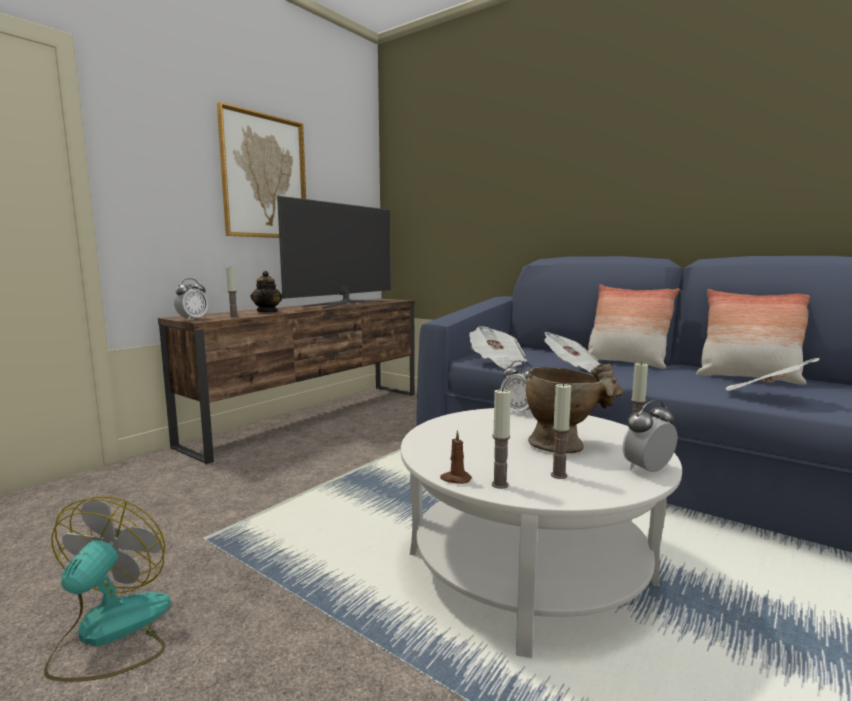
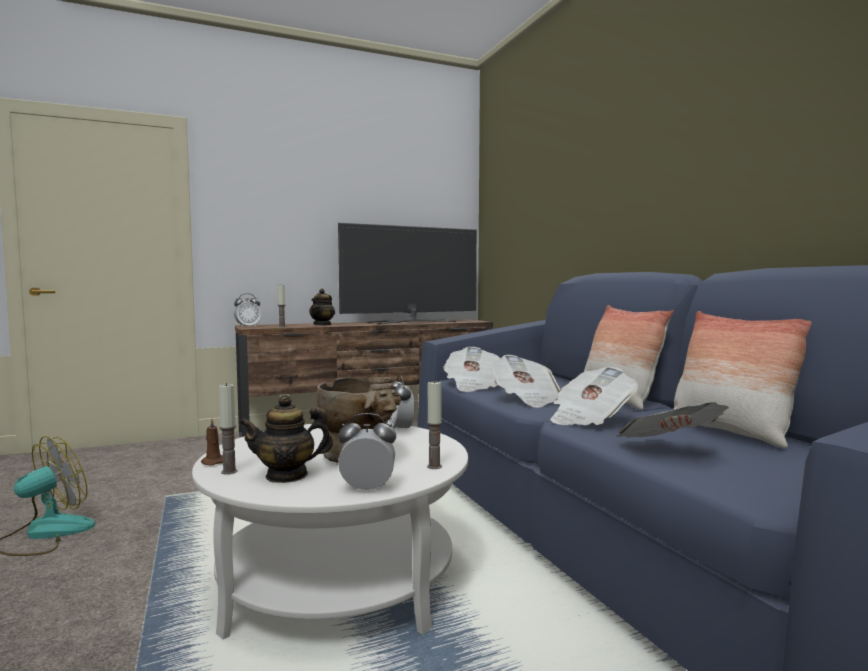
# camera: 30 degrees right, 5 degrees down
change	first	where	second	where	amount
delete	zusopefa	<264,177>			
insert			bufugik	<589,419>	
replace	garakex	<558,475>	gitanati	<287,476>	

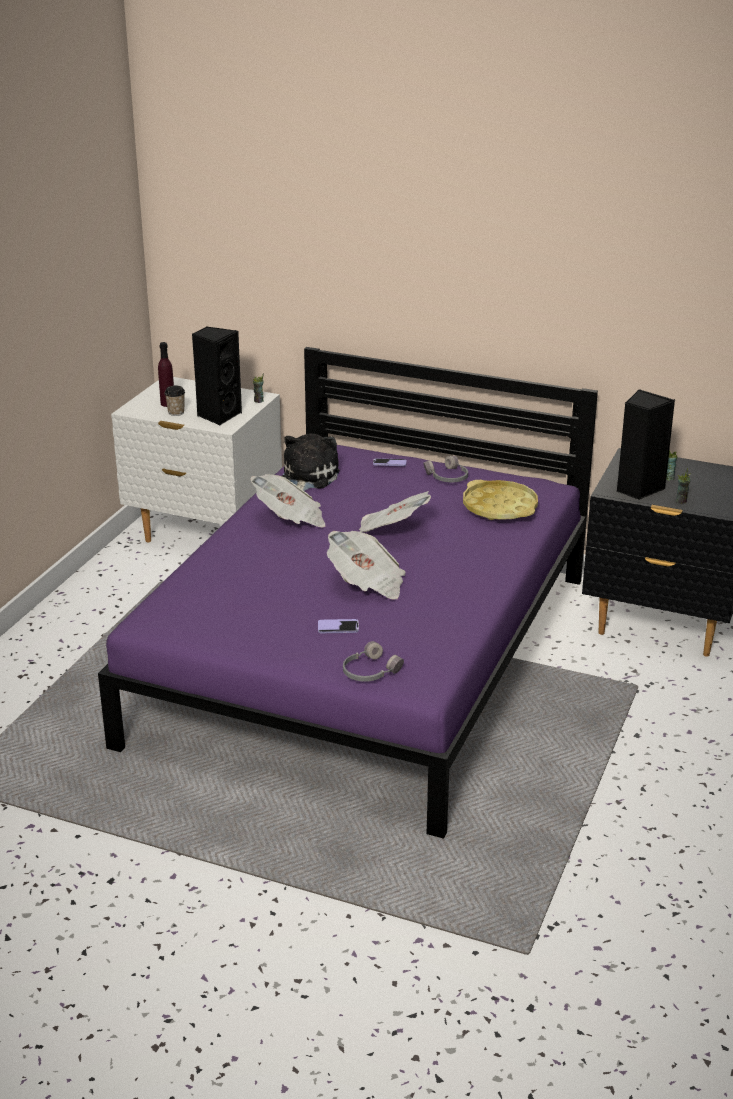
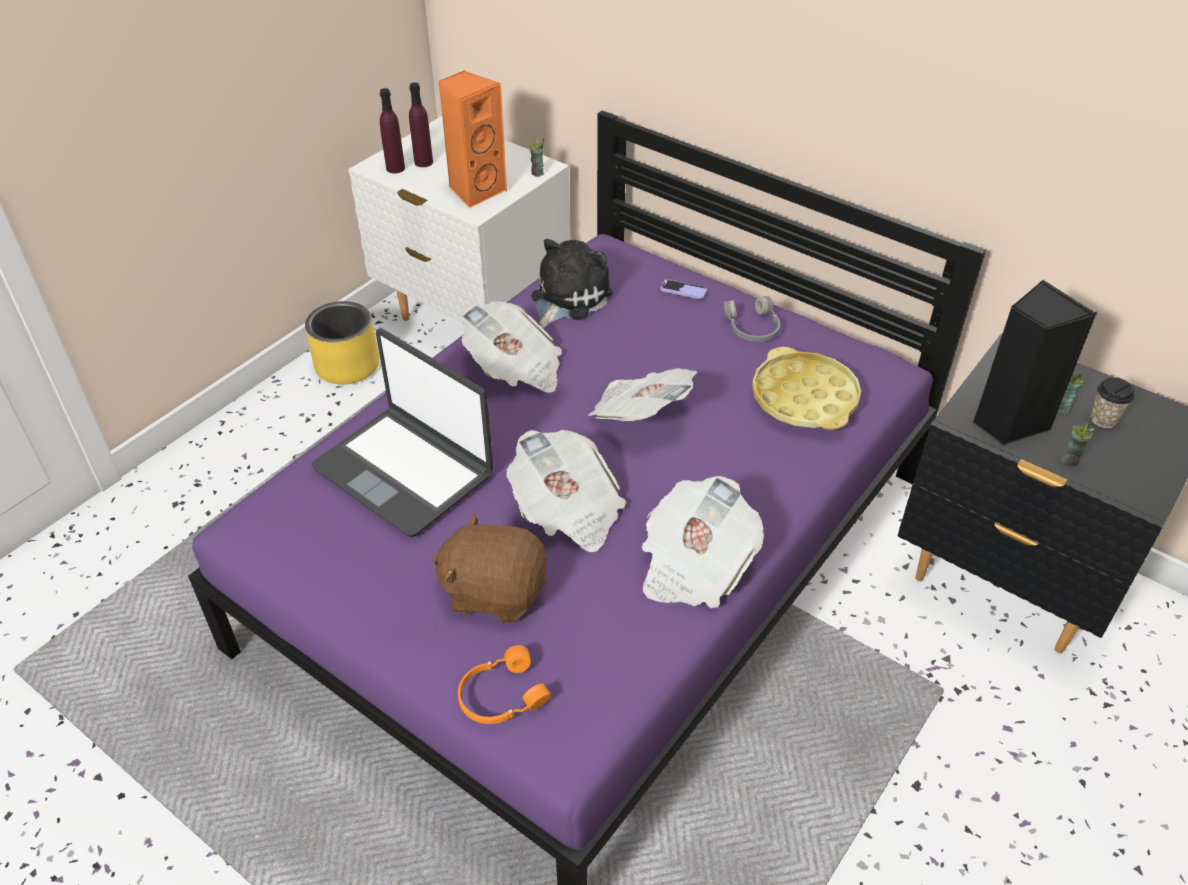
# camera: 15 degrees right, 15 degrees up
change	first	where	second	where	amount
insert			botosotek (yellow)	<348,365>	
insert			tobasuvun	<405,471>	
insert			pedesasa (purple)	<395,168>	
insert			bufugik	<693,565>	
move	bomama	<176,412>		<1103,419>	
replace	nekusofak	<338,627>	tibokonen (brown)	<494,591>	
recolor	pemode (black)	<218,415>	pemode (orange)	<476,191>	
recolor	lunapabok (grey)	<369,671>	lunapabok (orange)	<501,695>	

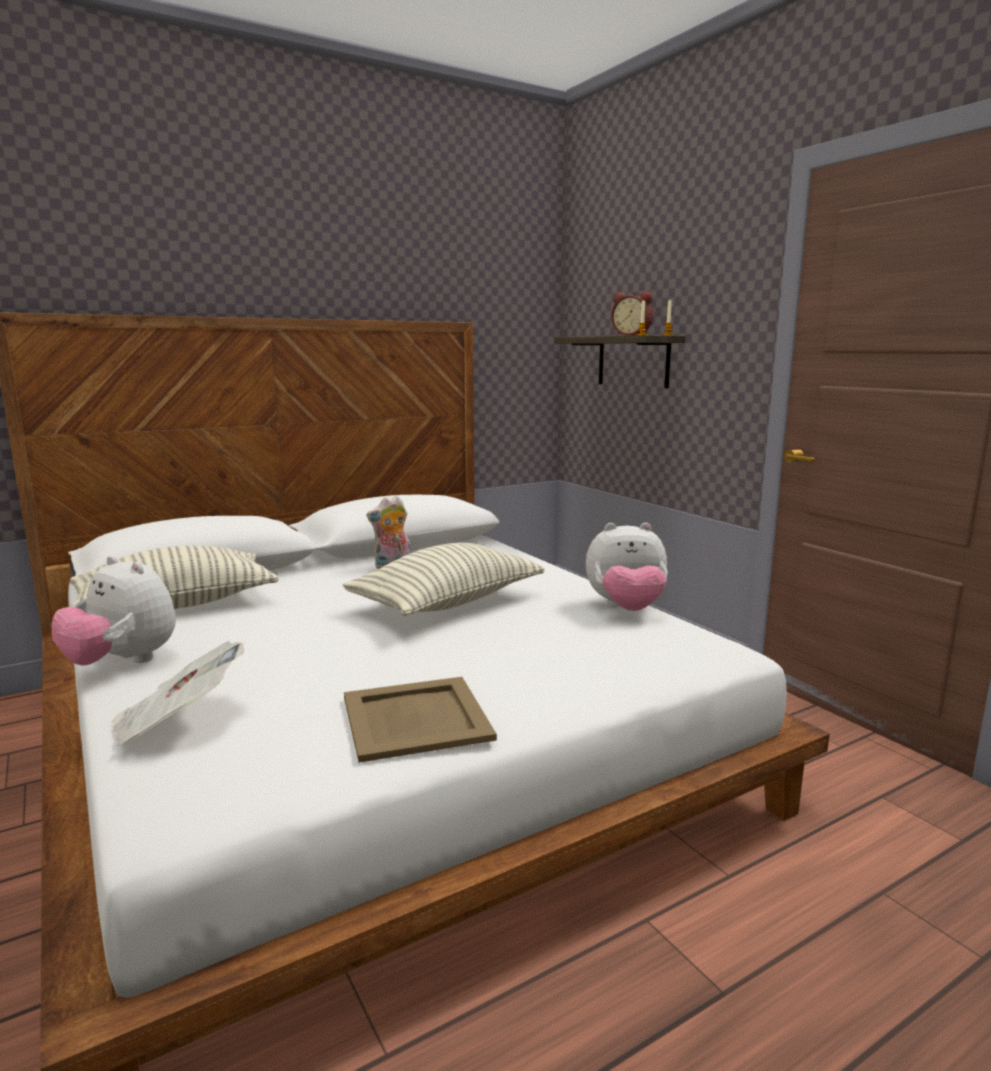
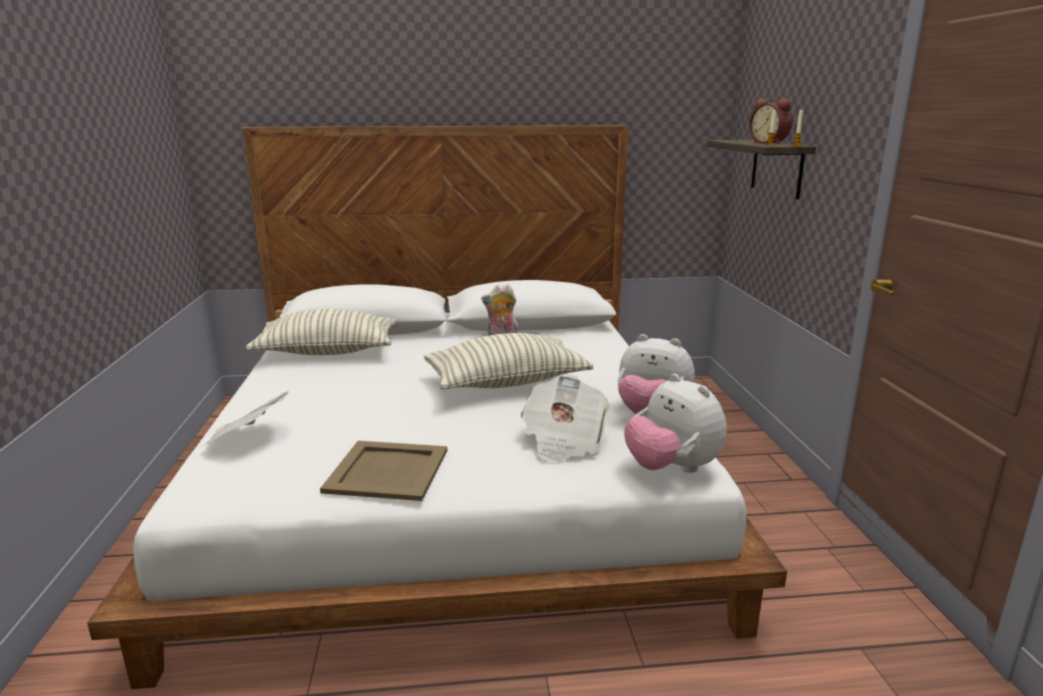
# camera: 25 degrees right, 5 degrees up
change	first	where	second	where	amount
insert			bufugik	<563,440>	
move	tibokonen	<122,662>		<672,468>	

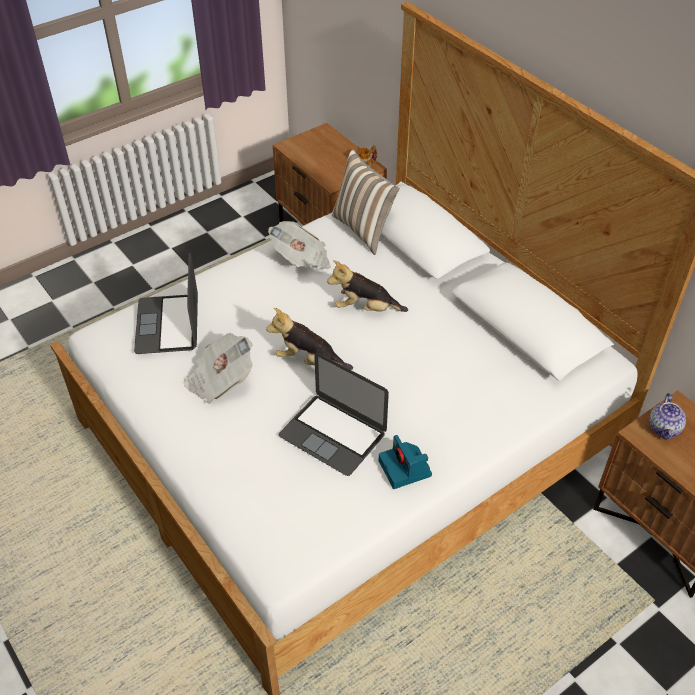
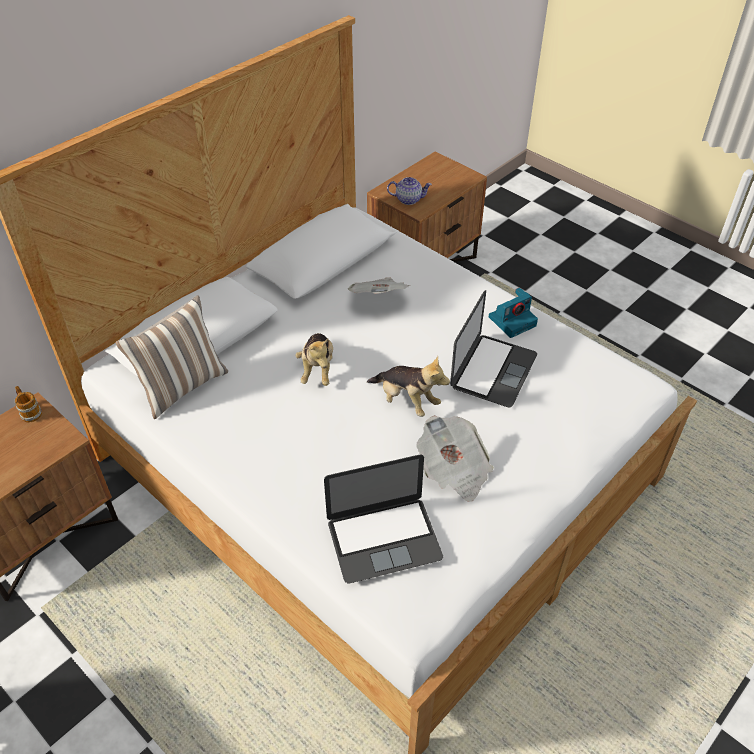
# camera: 100 degrees left, 0 degrees up
change	first	where	second	where	amount
move	bufugik	<301,259>		<379,298>	
rotate	tibokonen	<309,361>		<406,401>	60 degrees counterclockwise

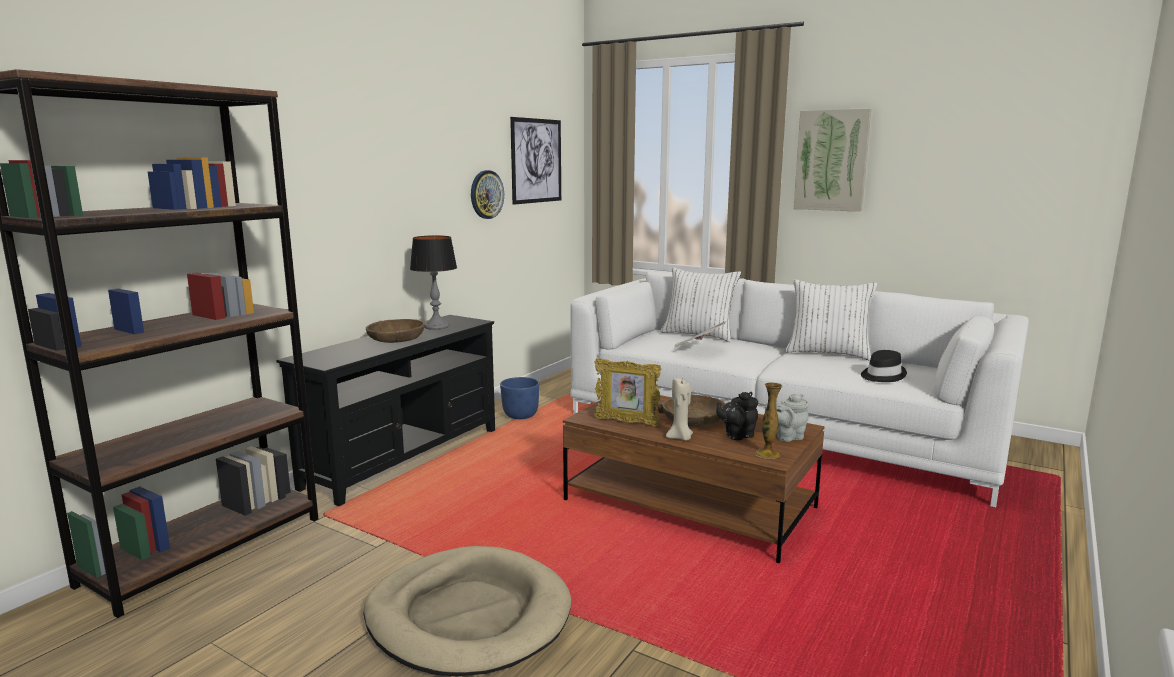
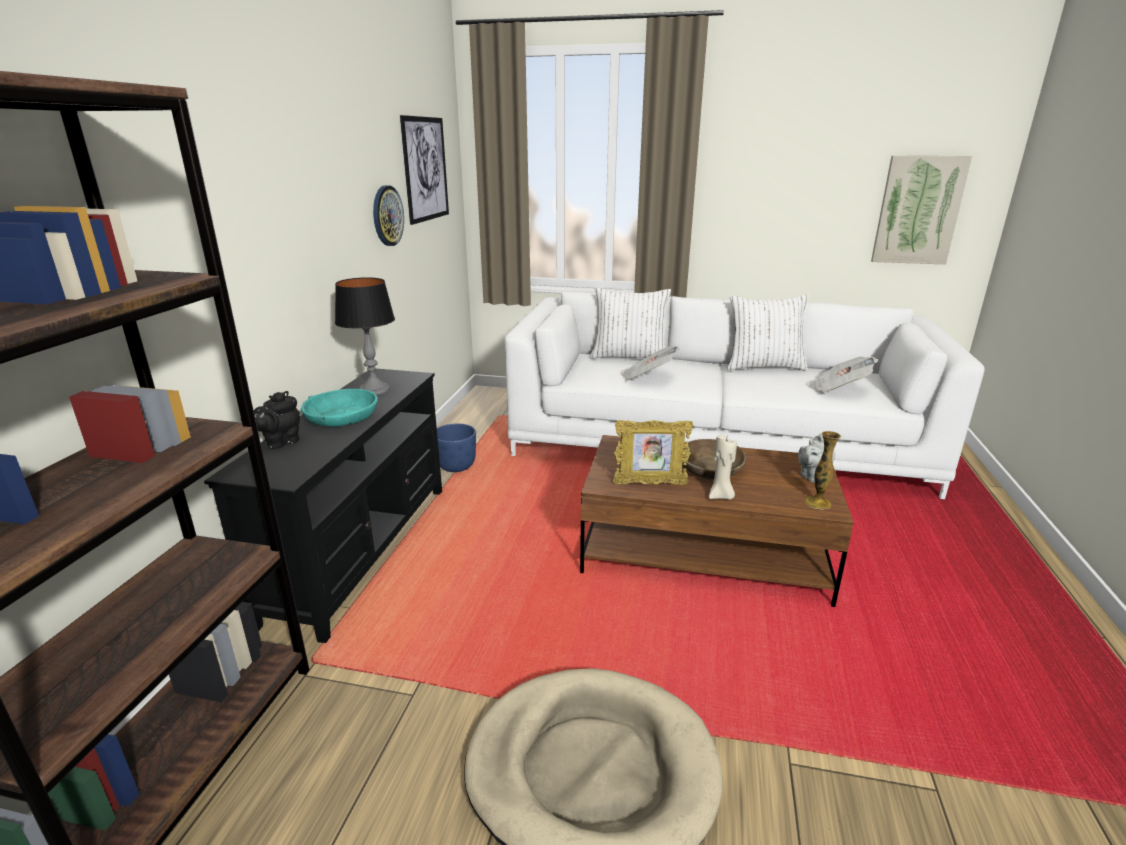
# camera: 20 degrees left, 10 degrees up
change	first	where	second	where	amount
move	gitanati (black)	<737,435>		<279,442>	
move	zusopefa	<831,160>		<918,210>	
replace	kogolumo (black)	<882,375>	bufugik	<837,389>	
recolor	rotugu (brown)	<395,339>	rotugu (turquoise)	<341,418>	

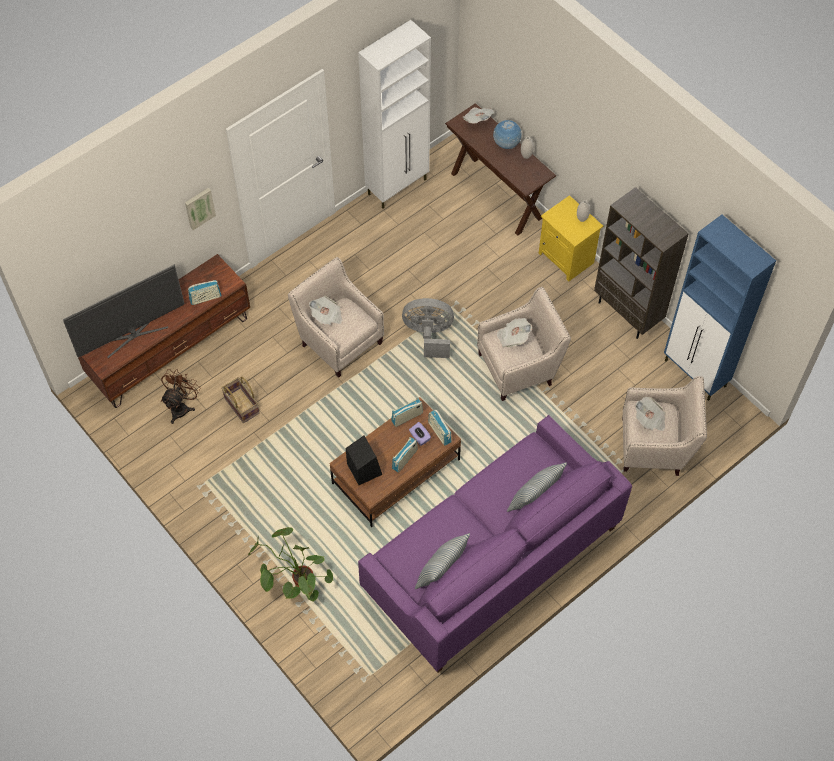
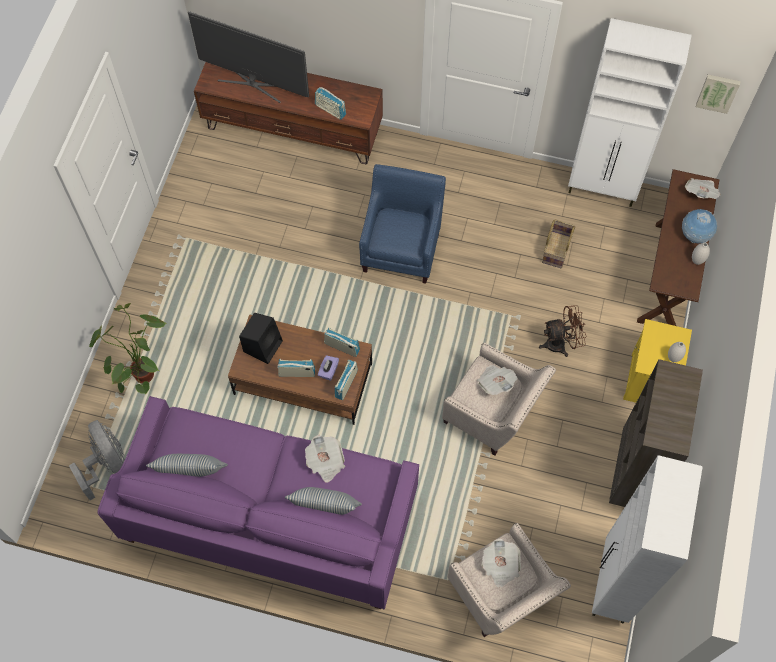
# camera: 55 degrees right, 5 degrees up
change	first	where	second	where	amount
move	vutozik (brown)	<181,407>		<560,343>	
move	zusopefa	<199,207>		<717,92>	
move	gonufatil	<241,406>		<556,249>	
move	bufugik	<327,316>		<325,462>	
move	vutozik (grey)	<429,335>		<107,464>	
recolor	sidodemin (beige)	<339,339>	sidodemin (blue)	<402,247>	
recolor	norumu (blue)	<695,374>	norumu (white)	<613,584>	

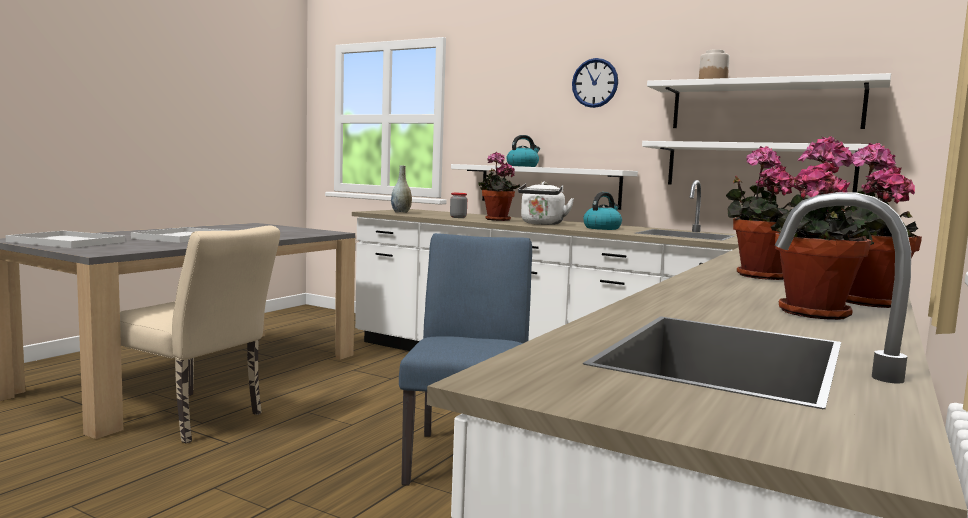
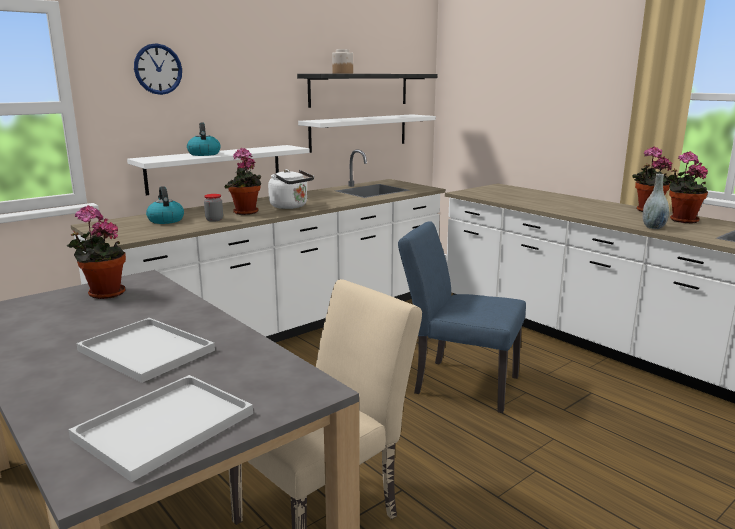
# camera: 70 degrees left, 10 degrees up
change	first	where	second	where	amount
move	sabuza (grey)	<401,212>		<653,227>	
move	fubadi	<595,83>		<158,69>	
move	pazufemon	<602,228>		<165,220>	
move	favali	<757,275>		<103,294>	
recolor	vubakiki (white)	<764,106>	vubakiki (black)	<359,89>	

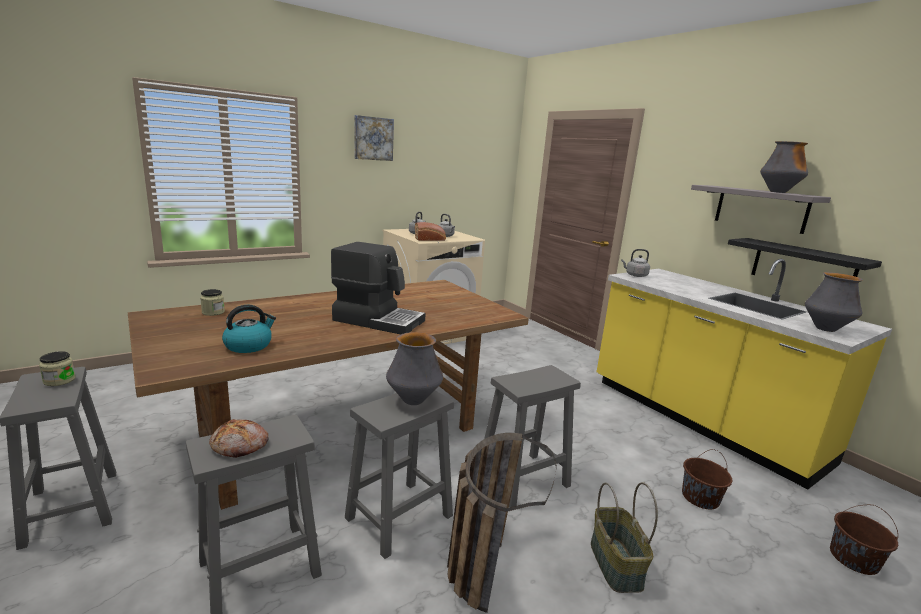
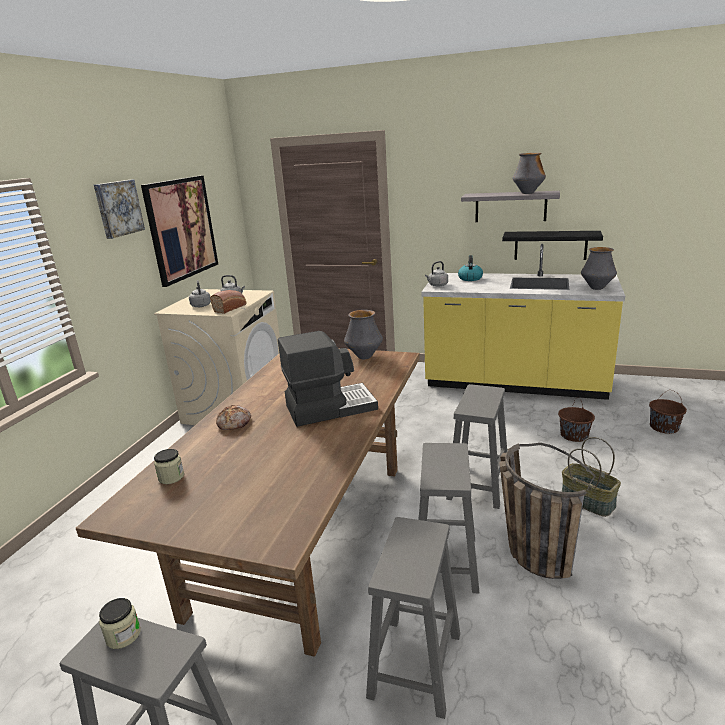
# camera: 35 degrees left, 5 degrees up
change	first	where	second	where	amount
insert			zusopefa	<181,228>	
move	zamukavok	<240,445>		<234,423>	
move	pazufemon	<249,345>		<470,278>	
move	sabuza	<413,400>		<364,357>	

